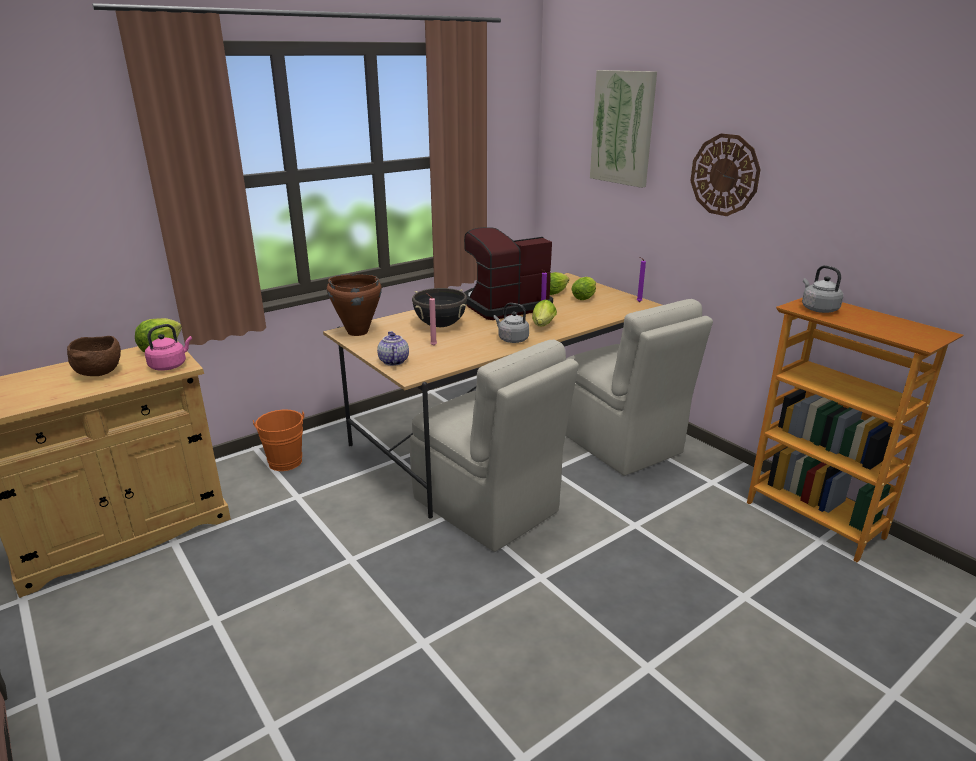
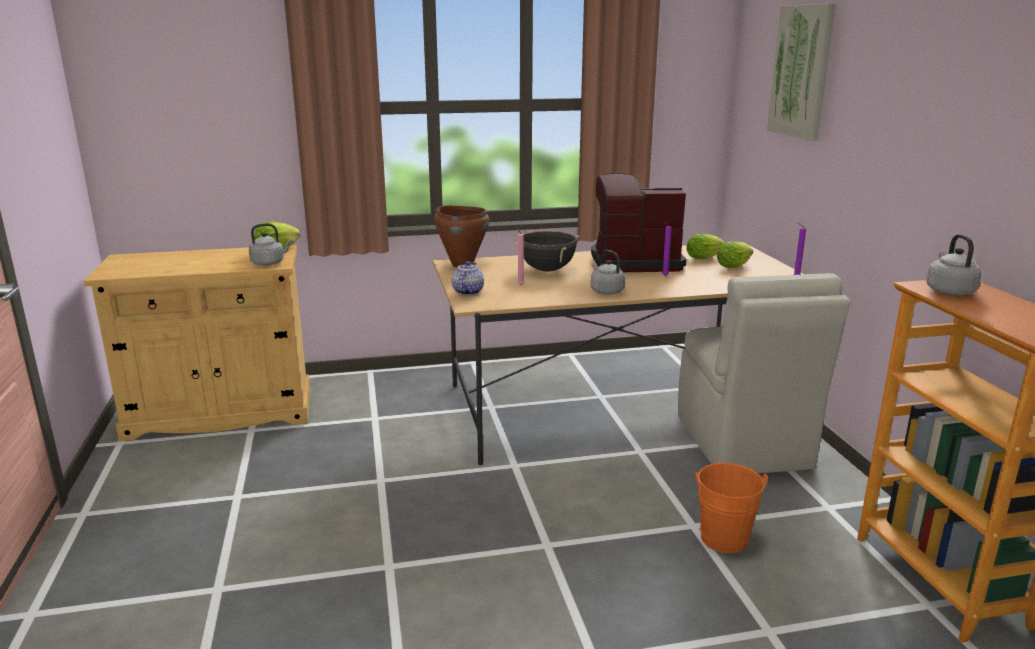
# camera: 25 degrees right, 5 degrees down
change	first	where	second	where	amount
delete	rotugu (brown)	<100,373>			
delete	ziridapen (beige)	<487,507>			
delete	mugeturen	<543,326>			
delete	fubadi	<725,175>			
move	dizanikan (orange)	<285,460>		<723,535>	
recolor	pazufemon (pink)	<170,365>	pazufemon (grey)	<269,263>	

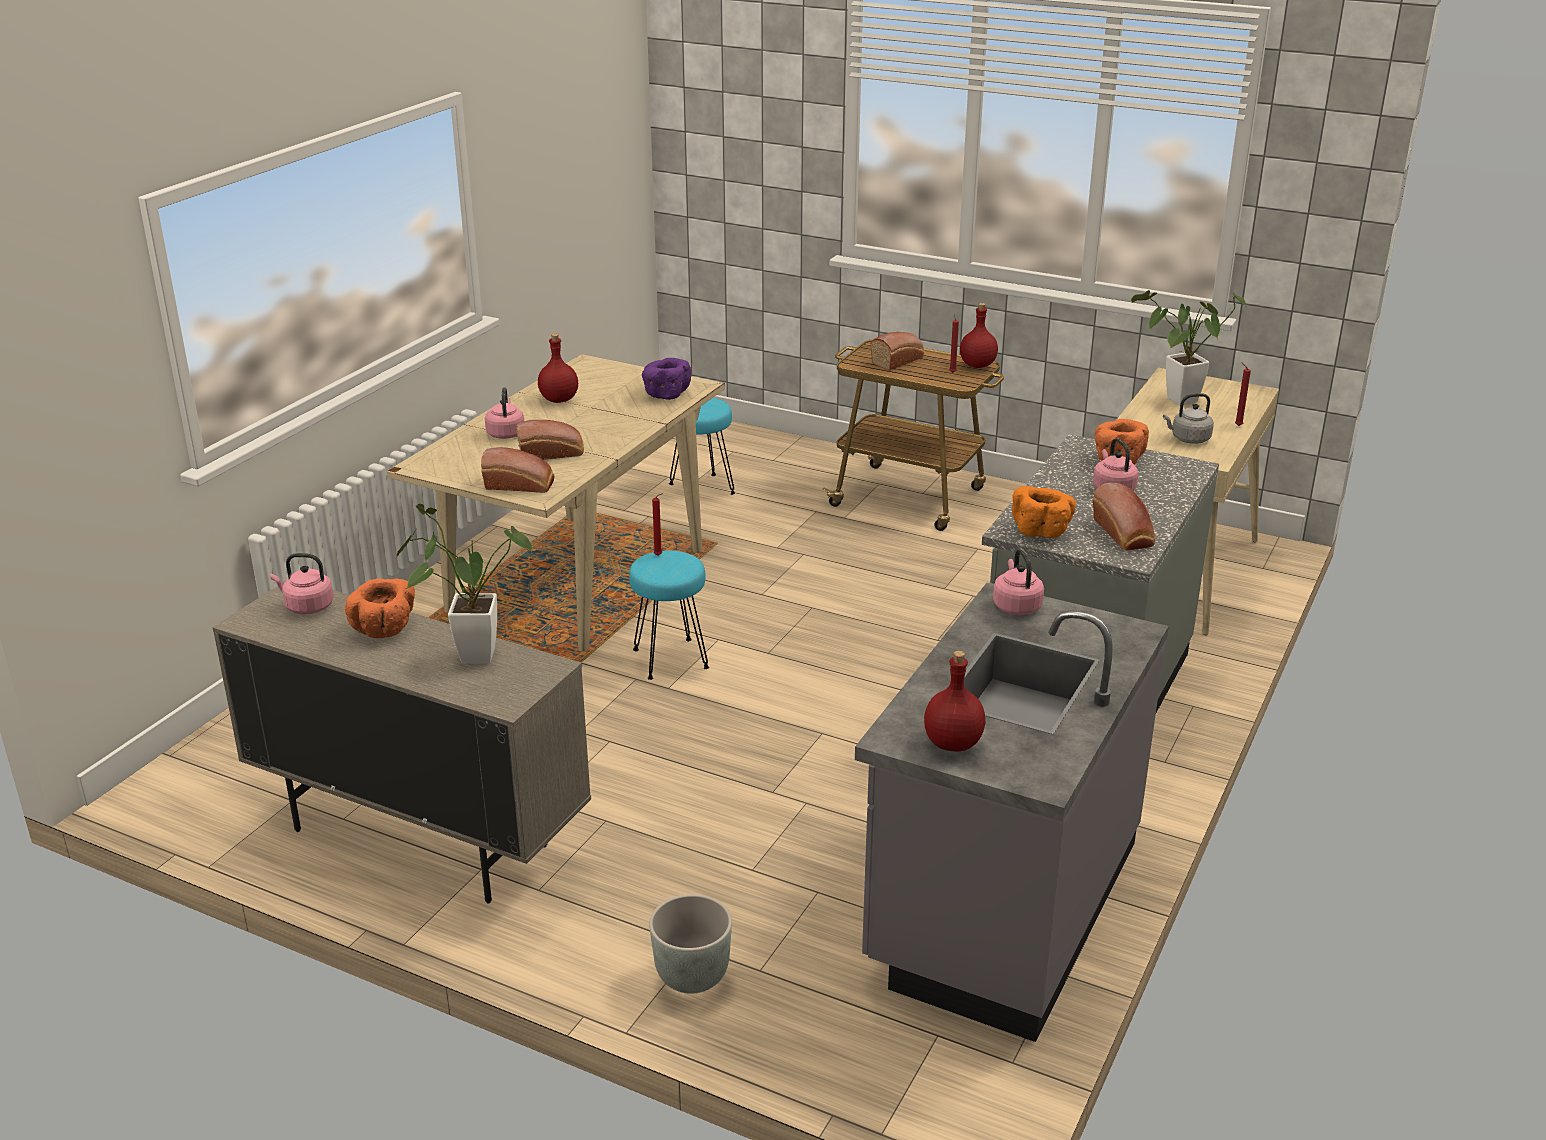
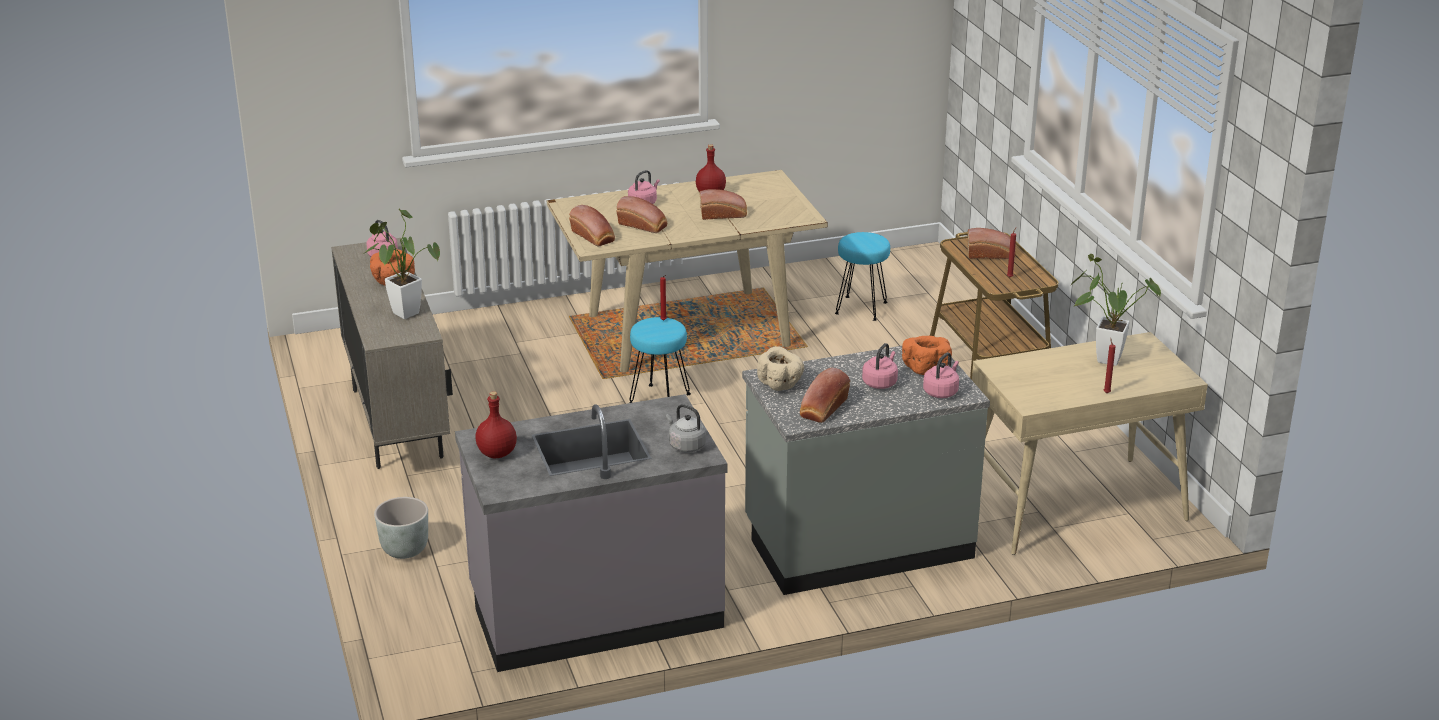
# camera: 45 degrees right, 0 degrees up
change	first	where	second	where	amount
delete	rotugu (purple)	<665,394>			
delete	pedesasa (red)	<978,365>			
insert			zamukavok	<724,214>	
move	pazufemon (pink)	<1016,606>		<941,392>	
move	pazufemon (grey)	<1188,439>		<685,445>	
recolor	rotugu (orange)	<1041,530>	rotugu (beige)	<780,384>	

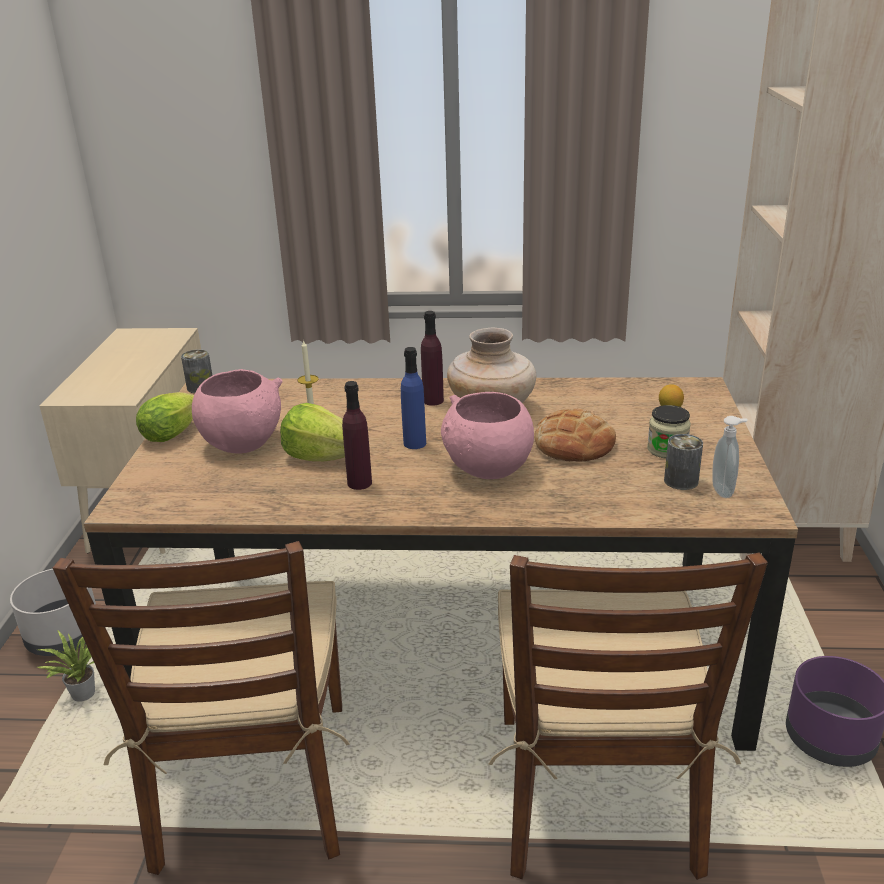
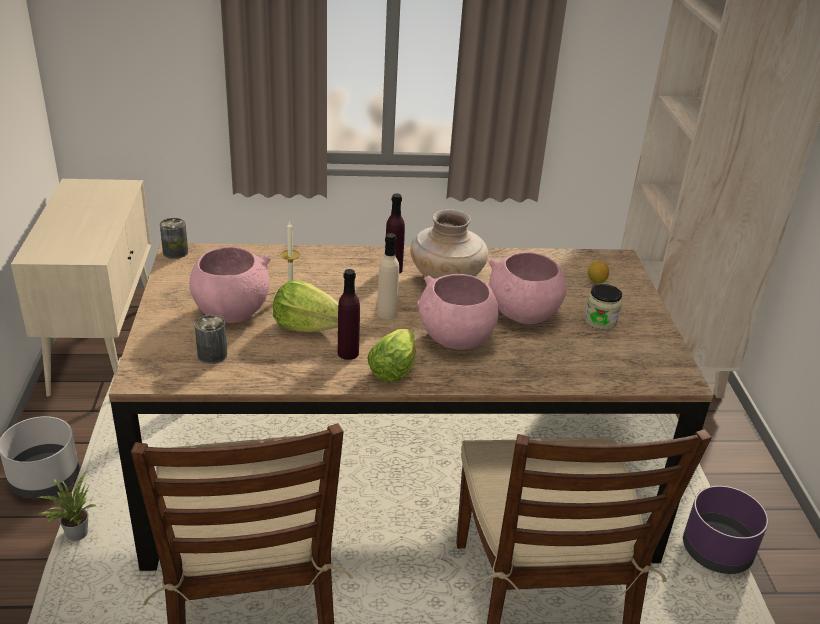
# camera: 10 degrees left, 5 degrees up
change	first	where	second	where	amount
delete	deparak	<724,491>			
move	mugeturen	<174,433>		<395,368>	
move	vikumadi	<681,481>		<212,355>	
replace	zamukavok	<574,444>	rotugu (pink)	<523,315>	
recolor	pedesasa (blue)	<414,443>	pedesasa (beige)	<387,313>	

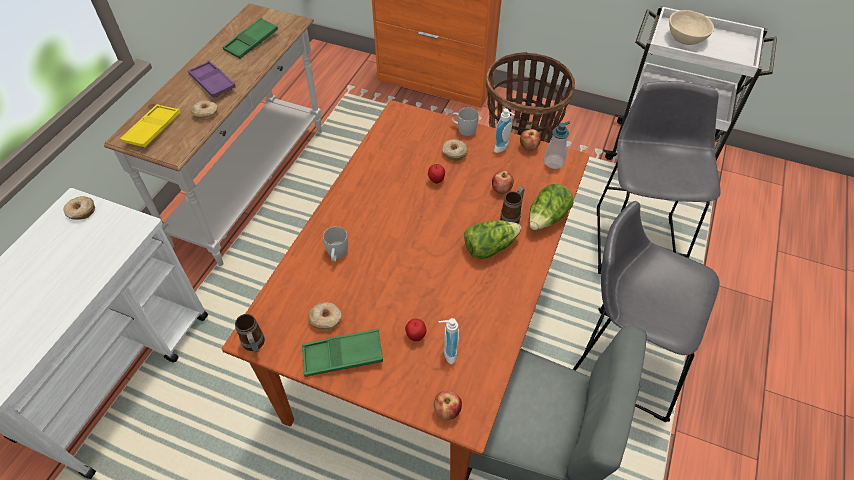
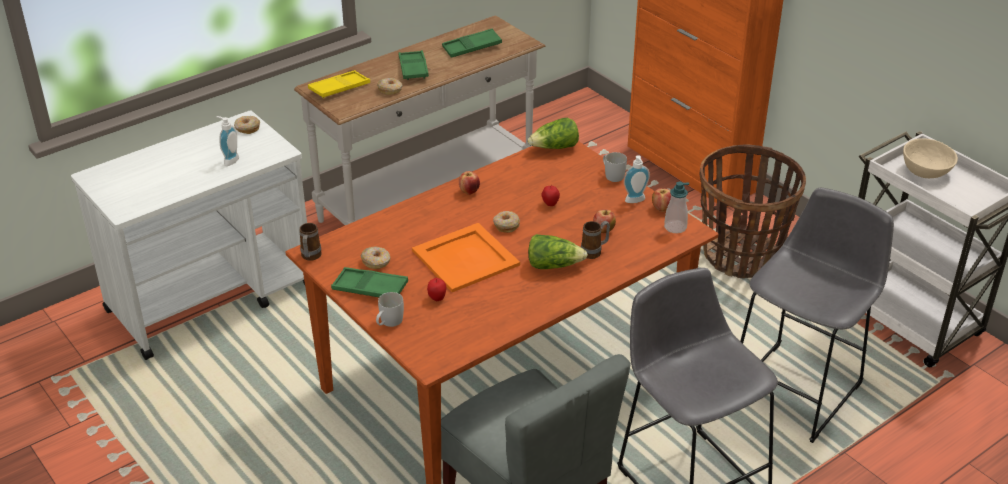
# camera: 30 degrees right, 15 degrees down
change	first	where	second	where	amount
insert			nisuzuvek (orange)	<466,258>	
move	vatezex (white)	<337,254>		<388,323>	
move	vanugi	<447,411>		<469,191>	
move	deparak	<447,352>		<229,160>	
move	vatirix	<454,153>		<506,225>	
move	mugeturen	<547,218>		<555,148>	
recolor	nisuzuvek (purple)	<212,82>	nisuzuvek (green)	<413,69>	

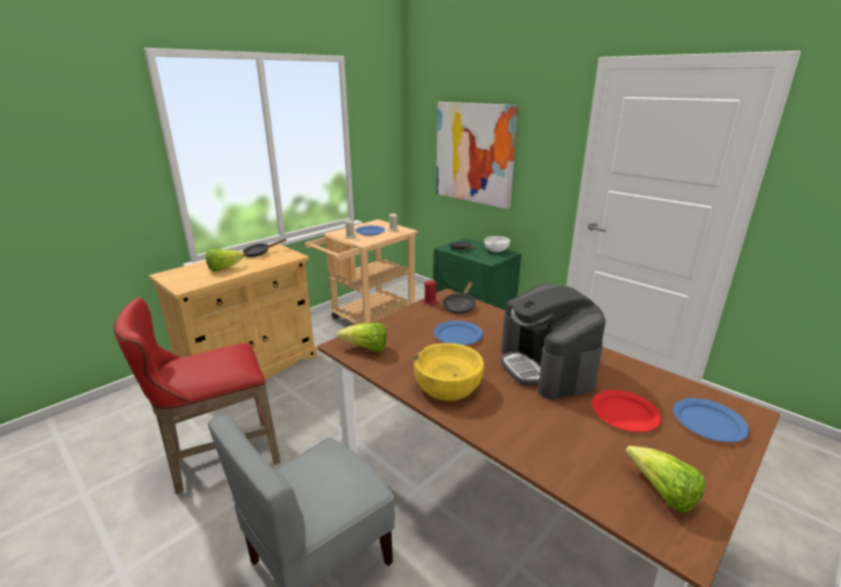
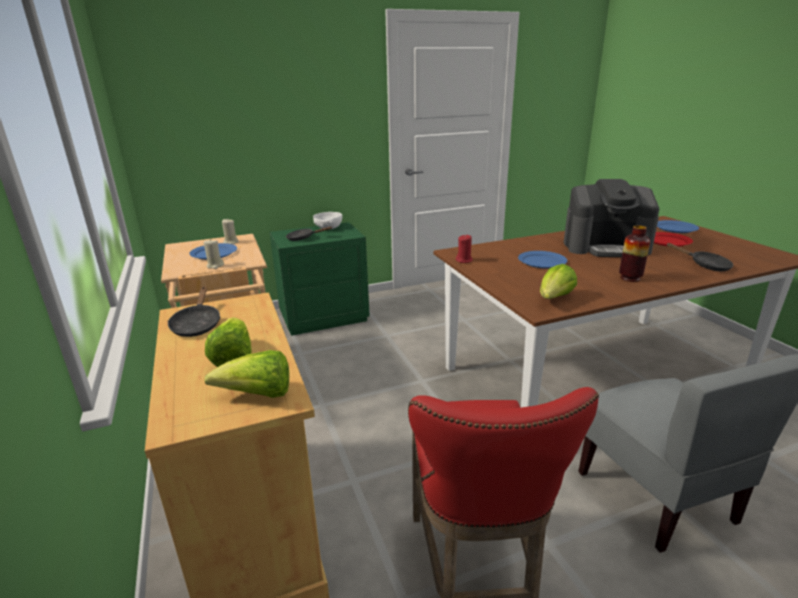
# camera: 65 degrees left, 0 degrees up
change	first	where	second	where	amount
delete	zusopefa	<474,153>			
move	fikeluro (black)	<460,306>		<705,265>	
move	mugeturen	<662,493>		<258,395>	
replace	rotugu (yellow)	<447,385>	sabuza	<630,278>	

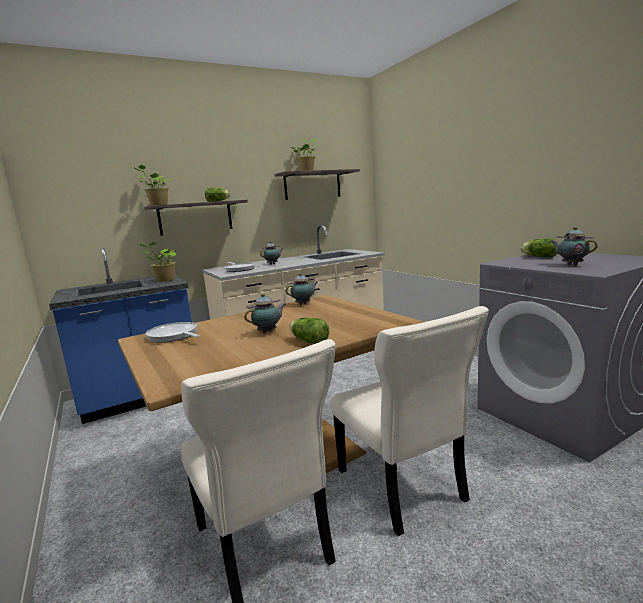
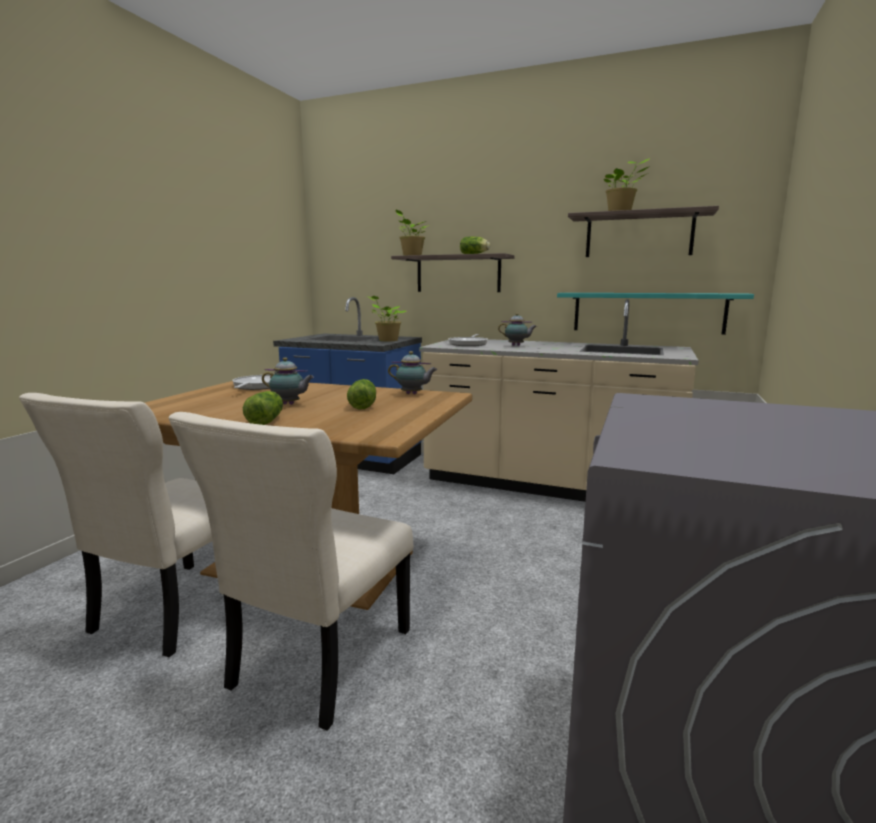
# camera: 50 degrees right, 0 degrees up
change	first	where	second	where	amount
delete	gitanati	<571,264>			
insert			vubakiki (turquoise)	<647,312>	
move	mugeturen	<538,256>		<363,405>	

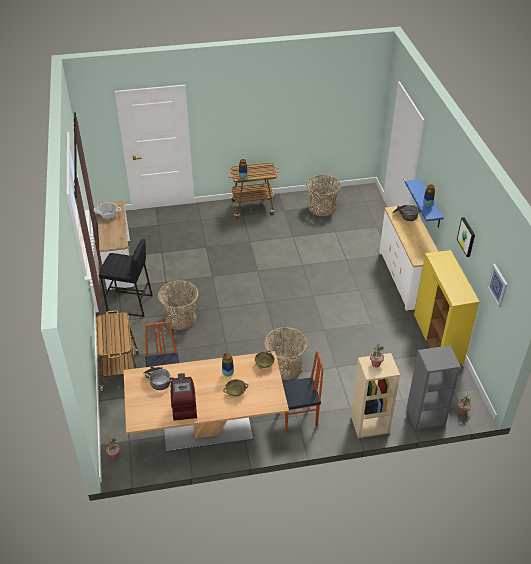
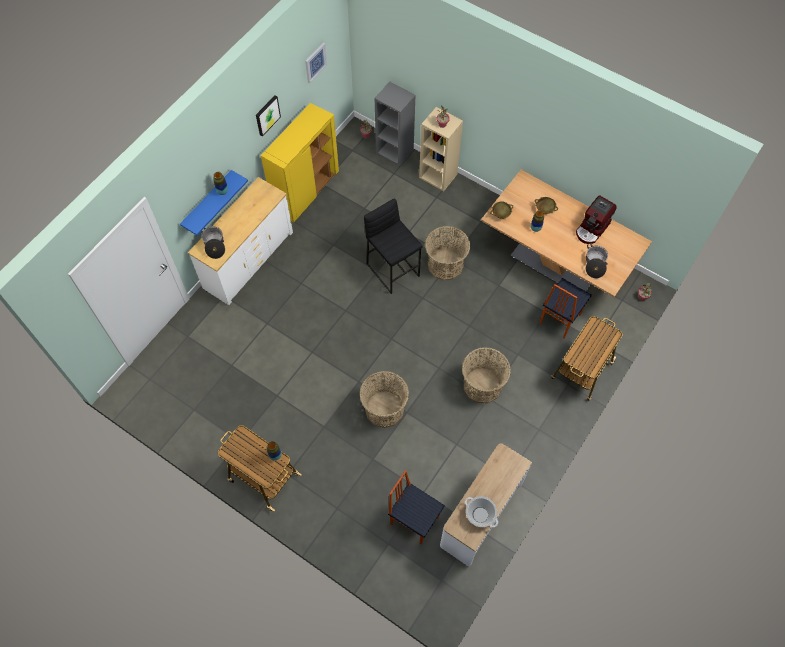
# camera: 135 degrees left, 20 degrees up
change	first	where	second	where	amount
move	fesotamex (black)	<129,304>		<393,269>	
move	ziridapen	<298,418>		<414,520>	
move	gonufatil	<322,208>		<384,409>	

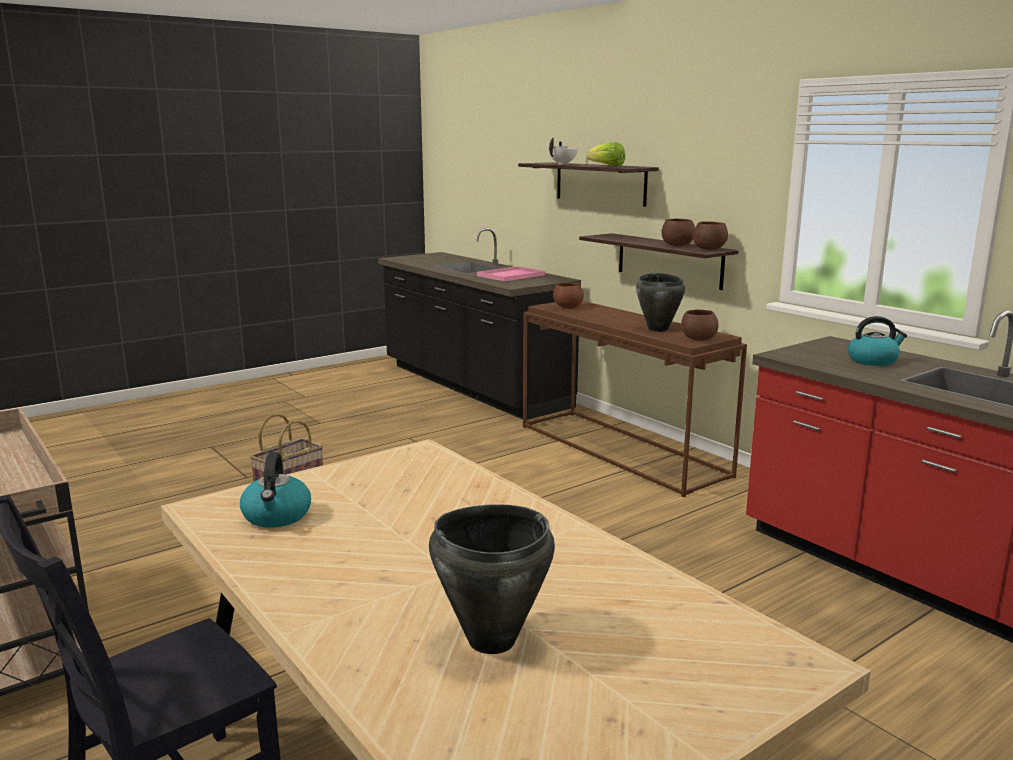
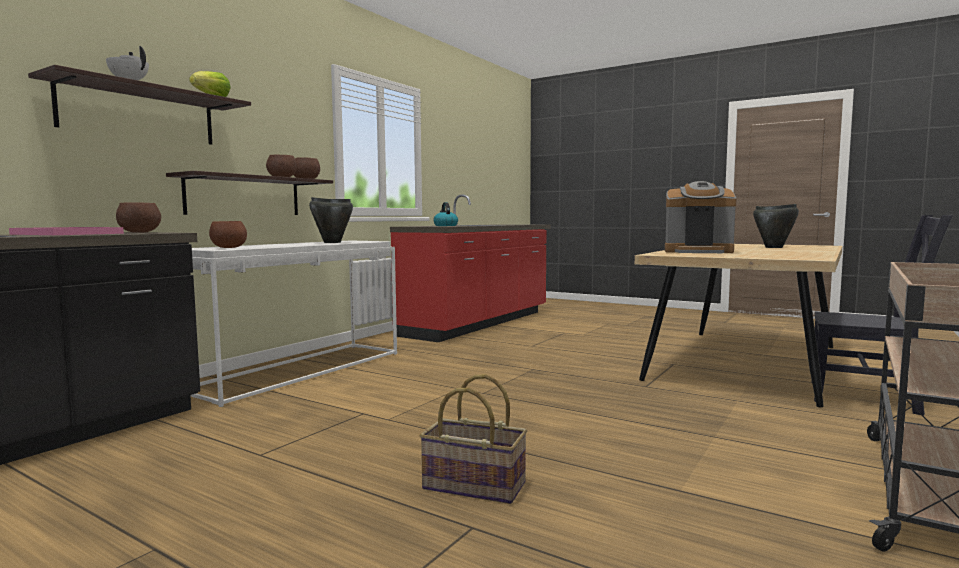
# camera: 110 degrees left, 10 degrees down
change	first	where	second	where	amount
delete	pazufemon	<277,516>			
insert			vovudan	<698,252>	
move	rotugu (brown)	<698,339>		<139,232>	
recolor	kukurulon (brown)	<623,450>	kukurulon (white)	<299,371>	

